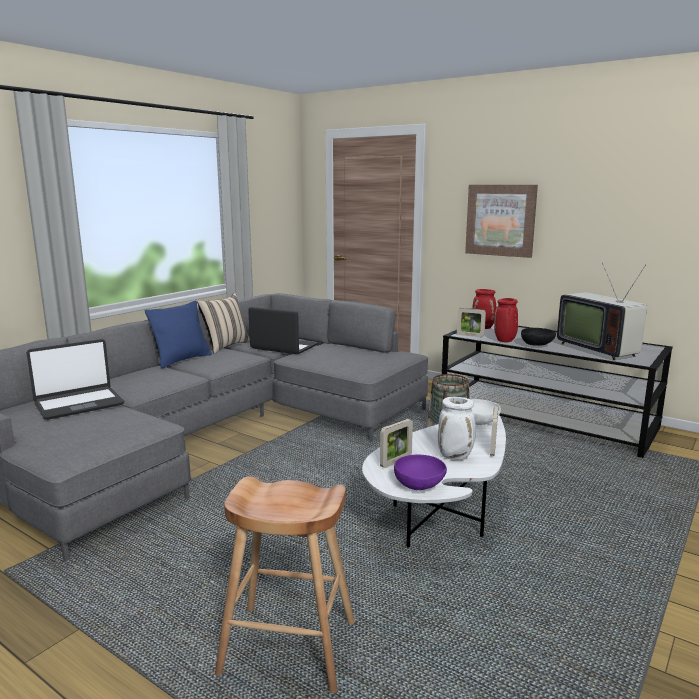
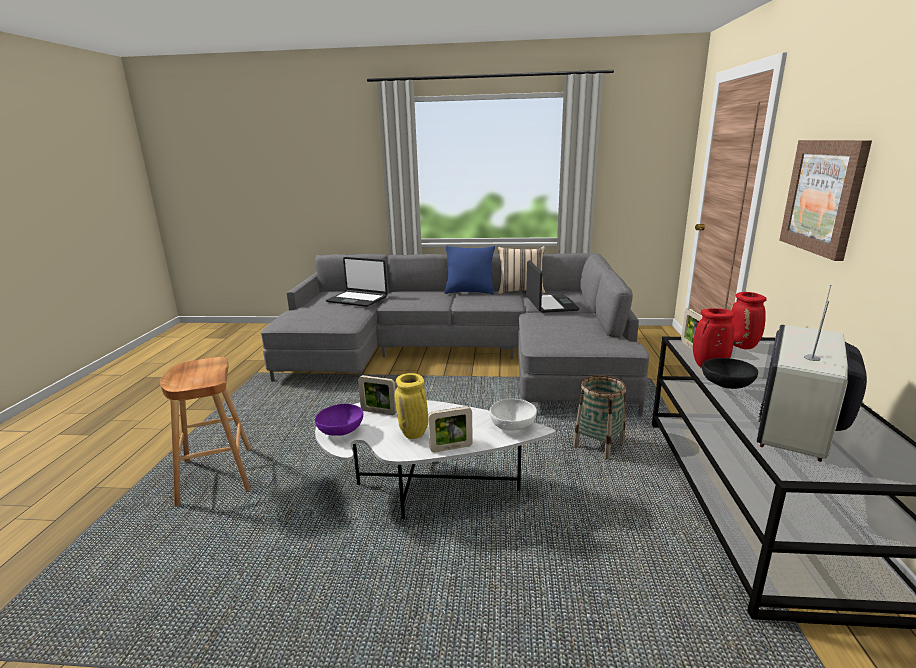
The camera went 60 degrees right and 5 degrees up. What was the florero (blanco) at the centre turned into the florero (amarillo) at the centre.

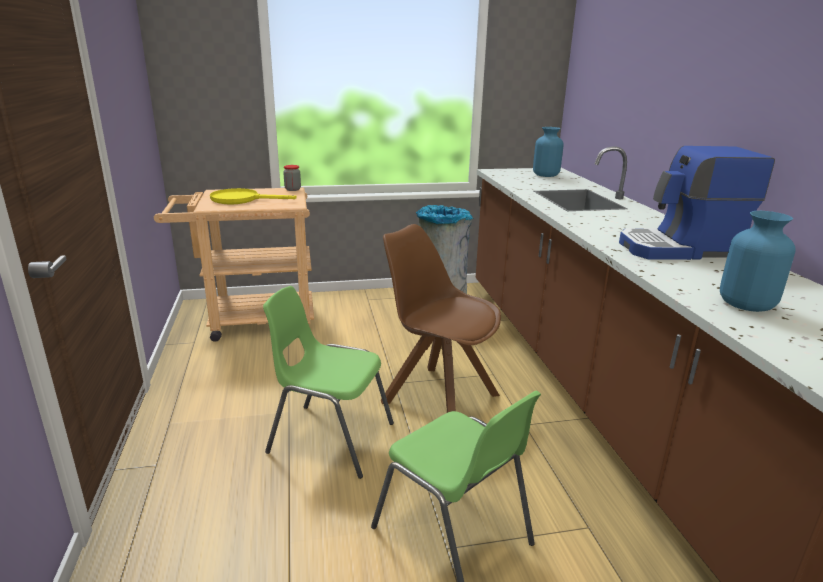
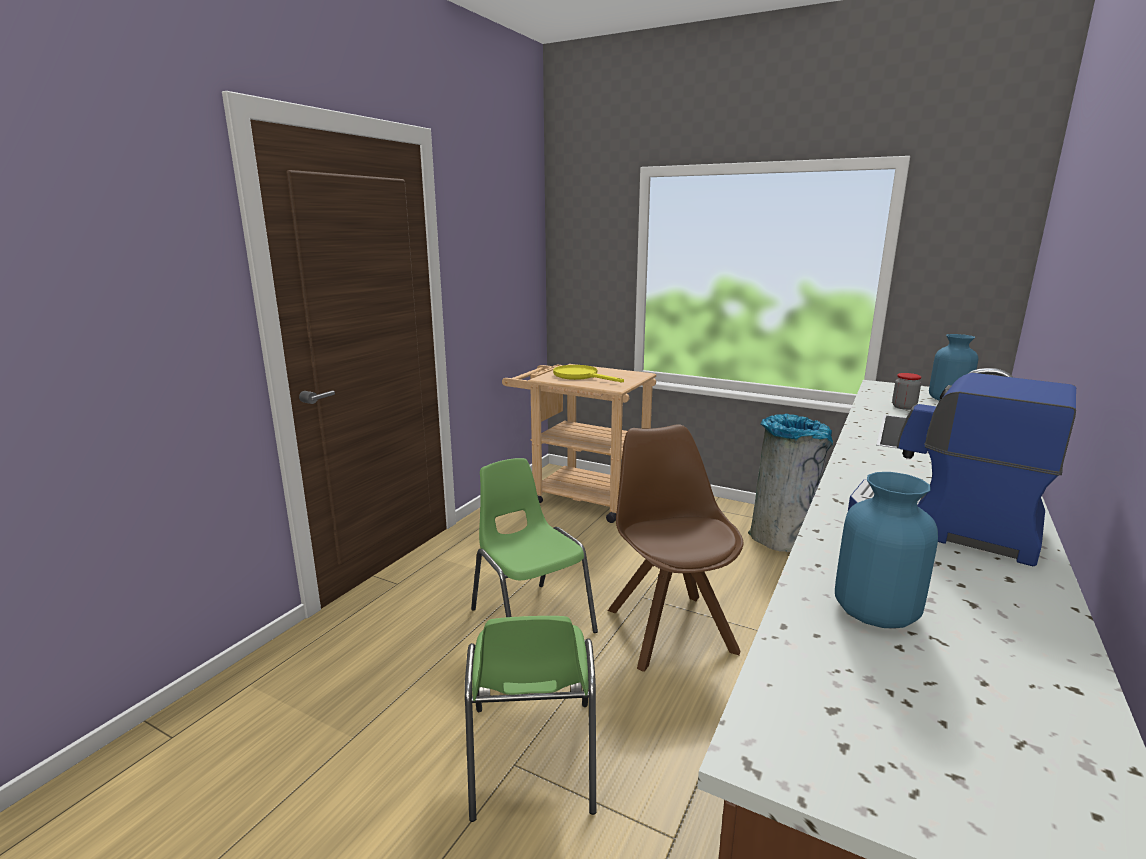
The camera went 40 degrees right and 5 degrees down. The tarro ended up elsewhere, having gone from the top centre to the middle right.

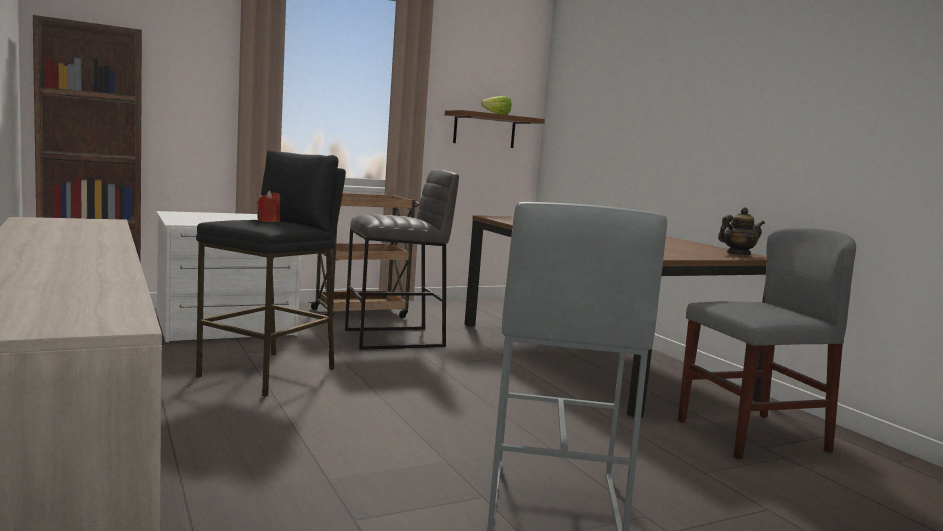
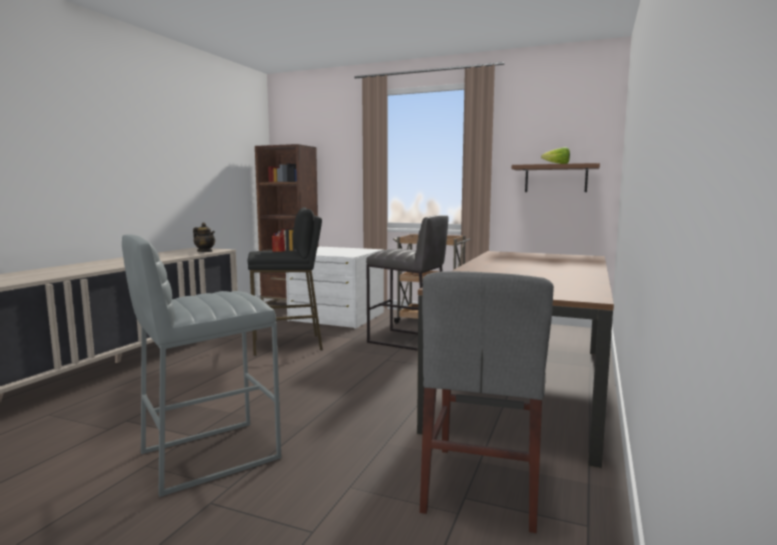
The camera went 50 degrees right and 0 degrees up. The tetera ended up elsewhere, having gone from the middle right to the middle left. The silla (gris) at the middle right ended up facing another way, 75 degrees clockwise from before.

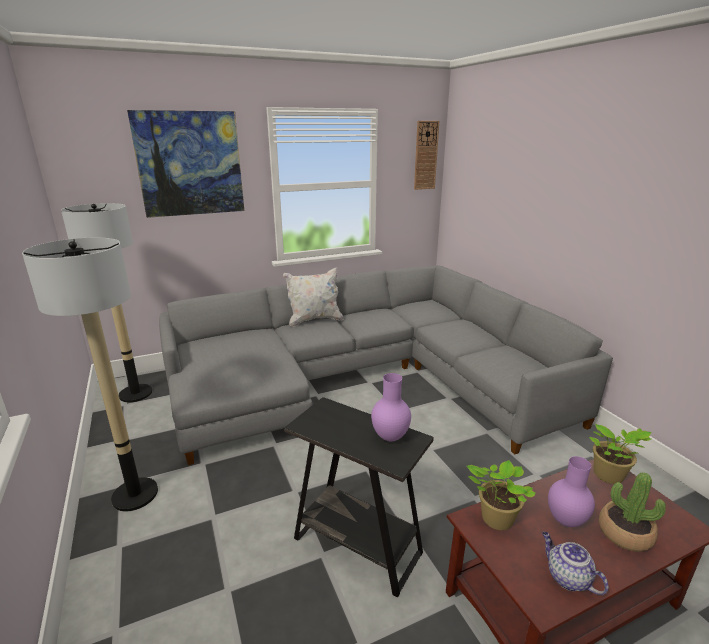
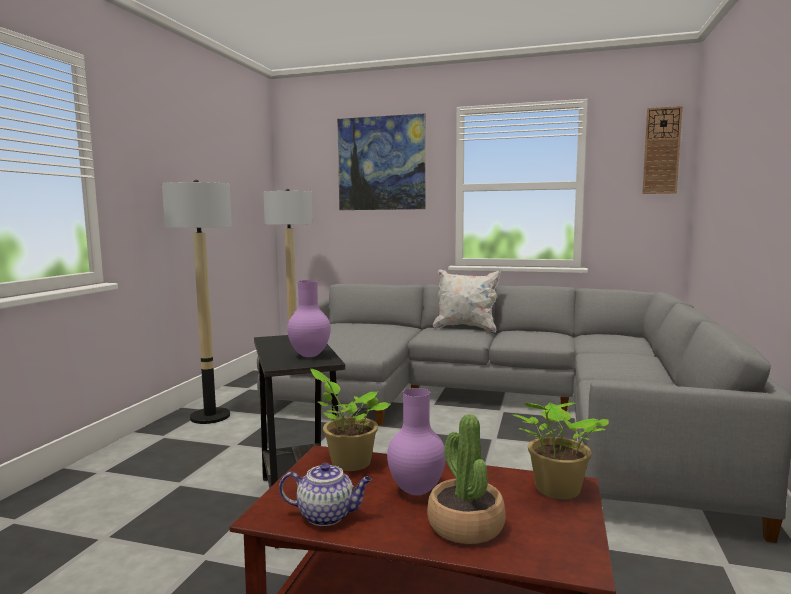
The camera went 40 degrees right and 15 degrees down. The tetera at the bottom right ended up facing another way, 90 degrees clockwise from before.

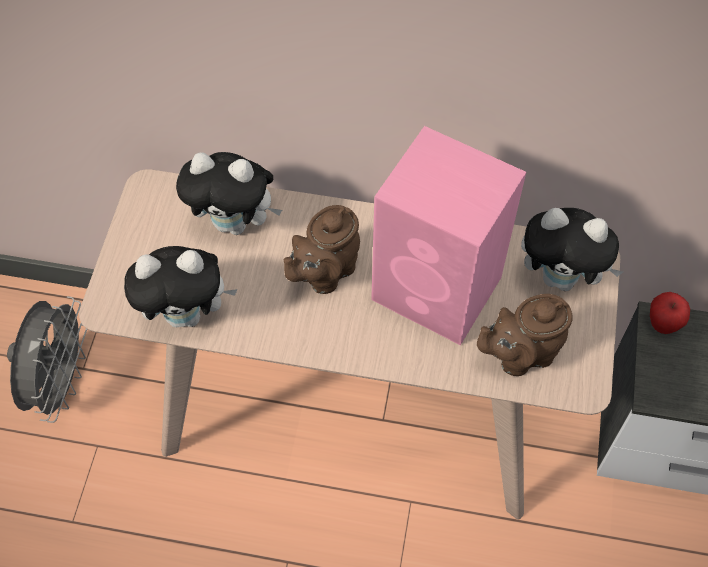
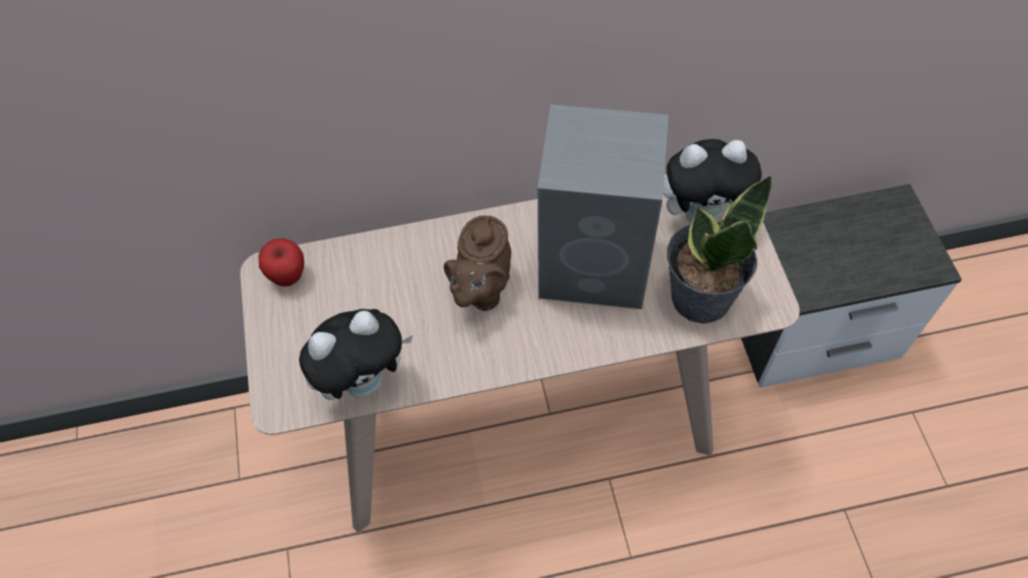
The camera went 20 degrees left and 0 degrees up. The second view lost the ventilador (gris) at the middle left. The second view lost the peluche (no. 2 from left) at the middle left. The manzana ended up elsewhere, having gone from the middle right to the middle left. Where the tetera (marrón) (no. 2 from left) stood at the middle right, the planta en maceta came to stand at the middle right. What was the altavoz (rosa) at the centre turned into the altavoz (gris) at the centre.

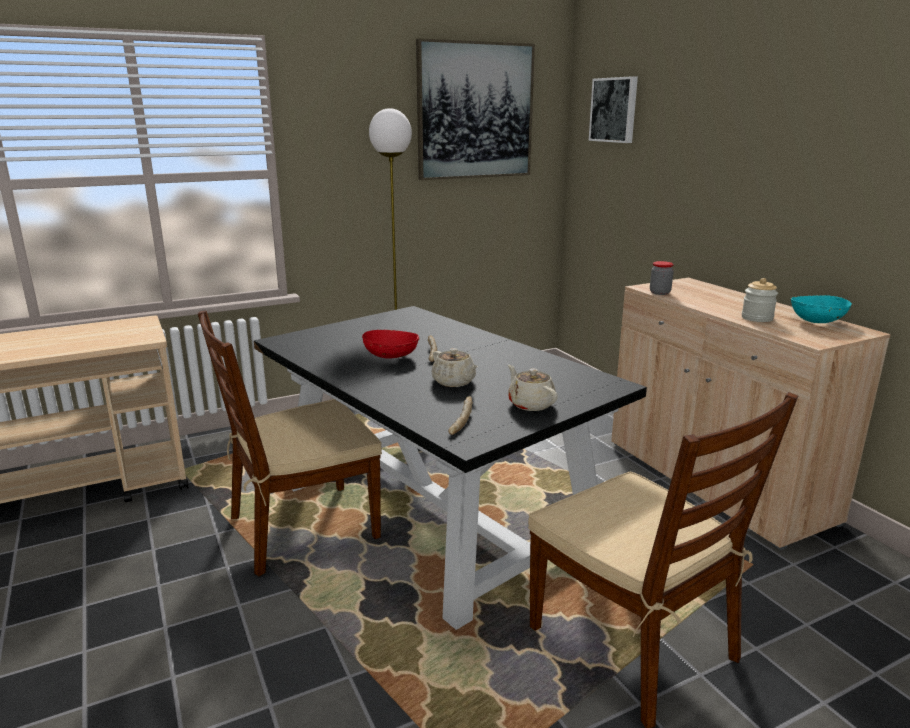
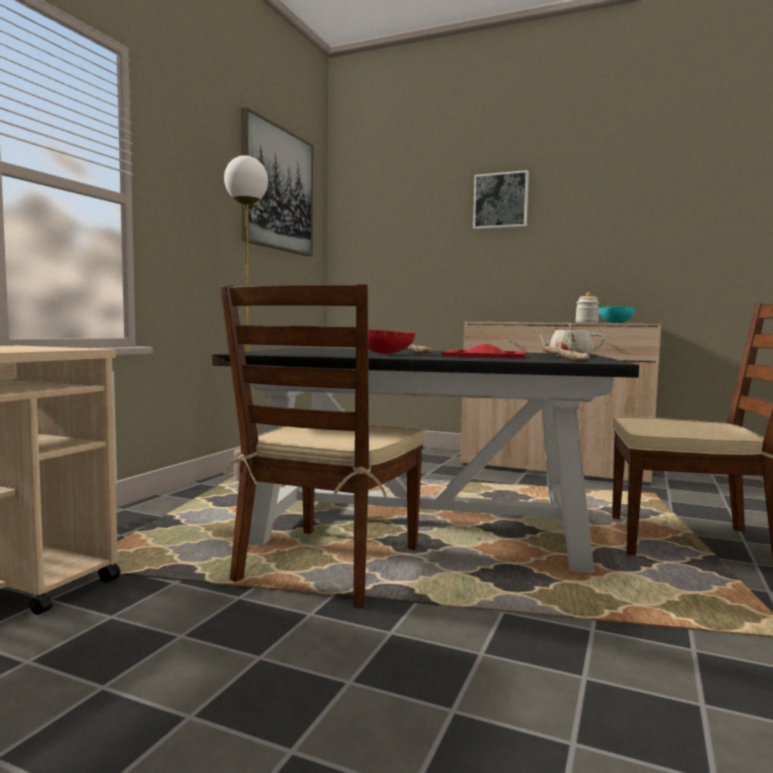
The camera went 40 degrees left and 15 degrees down. The second view lost the tarro (no. 1 from left) at the middle right. The cuadro (no. 2 from left) ended up elsewhere, having gone from the top right to the top centre. Where the tetera (beis) (no. 1 from left) stood at the centre, the bandeja (rojo) came to stand at the centre.

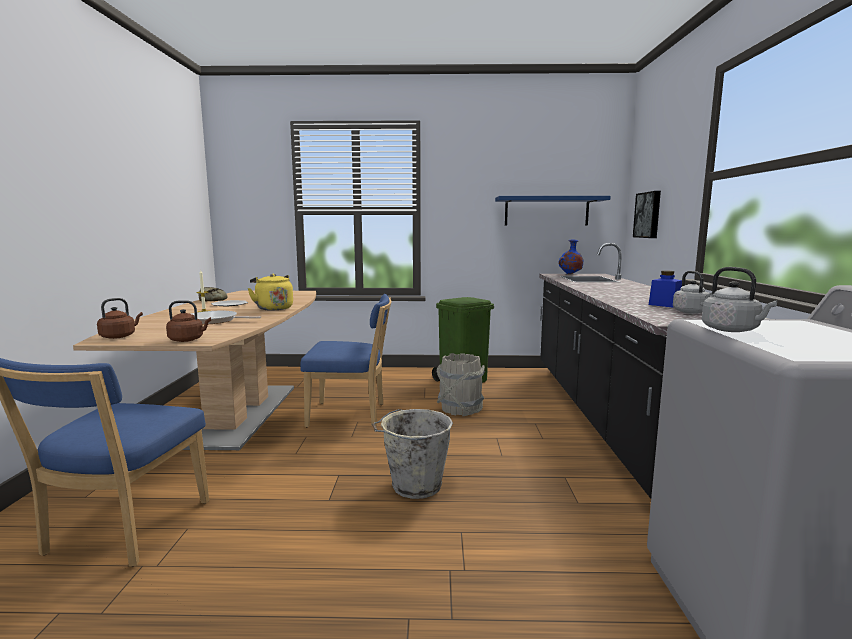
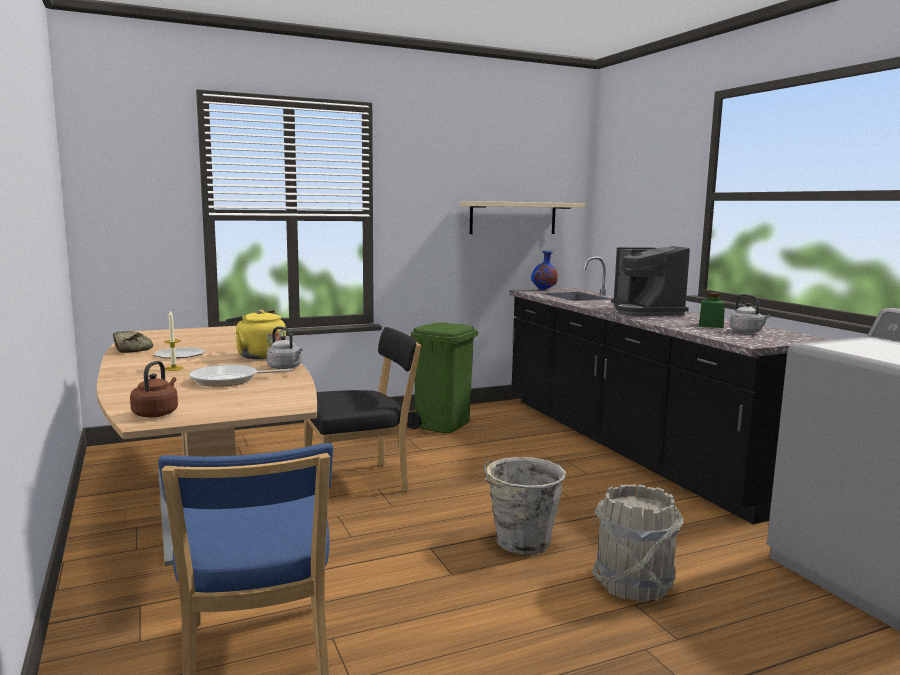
The camera went 25 degrees left and 0 degrees up. The second view lost the hervidor (marrón) (no. 2 from left) at the middle left. The second view lost the cuadro at the middle right. The second view gained the cafetera at the middle right. The cubo (gris) (no. 2 from left) ended up elsewhere, having gone from the centre to the bottom right. The hervidor (gris) (no. 2 from left in the first image) ended up elsewhere, having gone from the middle right to the middle left. What was the silla (azul) (no. 2 from left) at the centre turned into the silla (negro) at the centre. What was the estante (azul) at the top centre turned into the estante (beis) at the top centre. What was the tarro (azul) at the middle right turned into the tarro (verde) at the middle right.

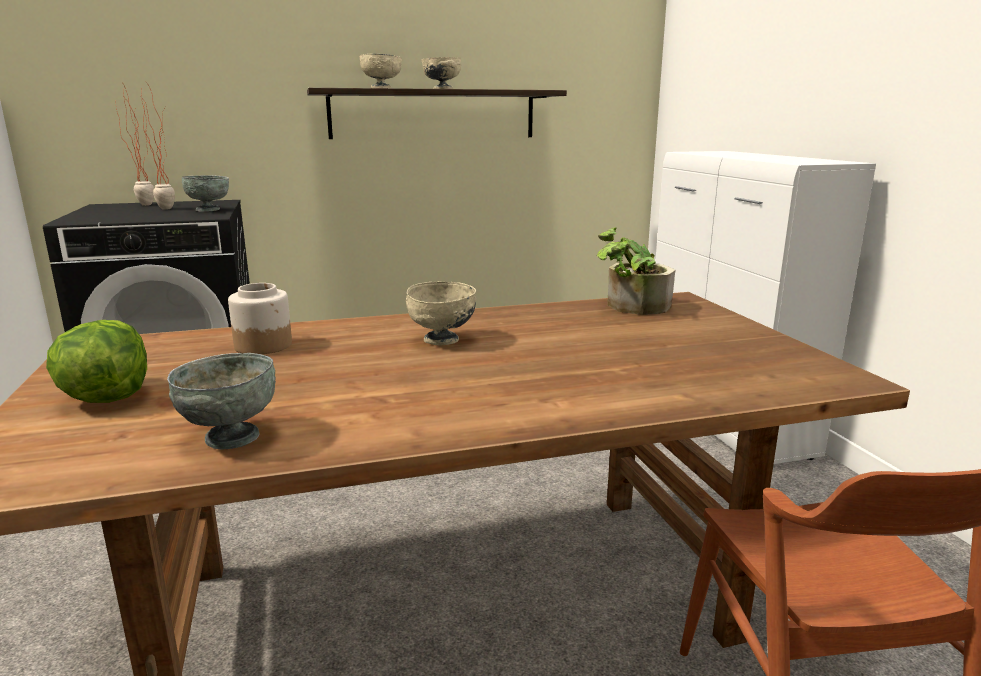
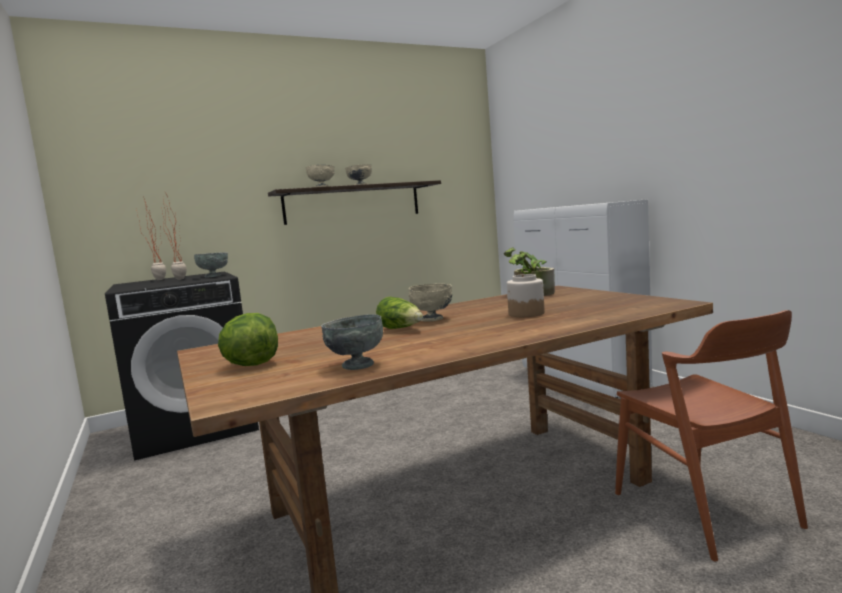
The camera went 10 degrees left and 10 degrees down. The second view gained the lechuga (no. 2 from left) at the centre. The tarro ended up elsewhere, having gone from the middle left to the centre.

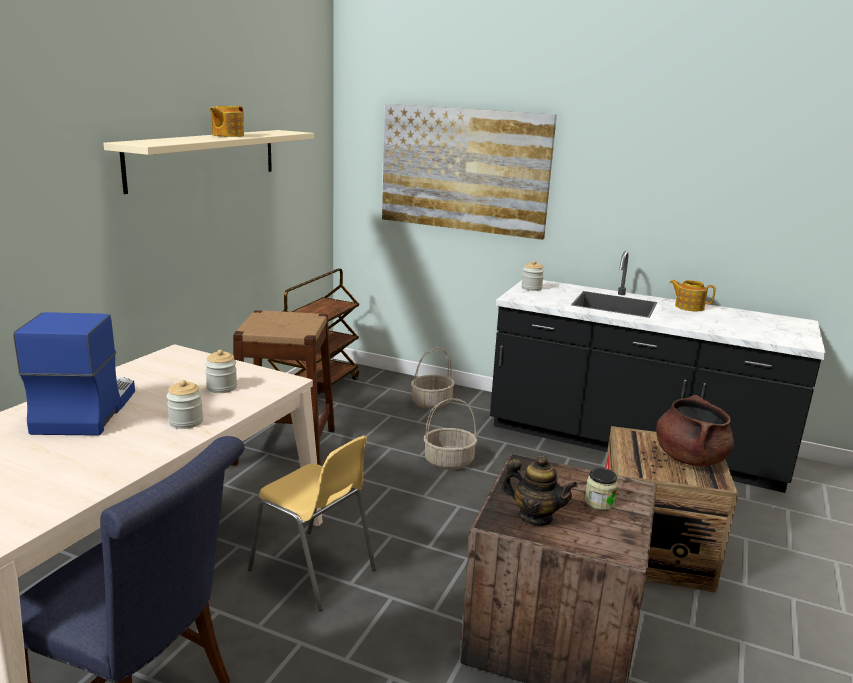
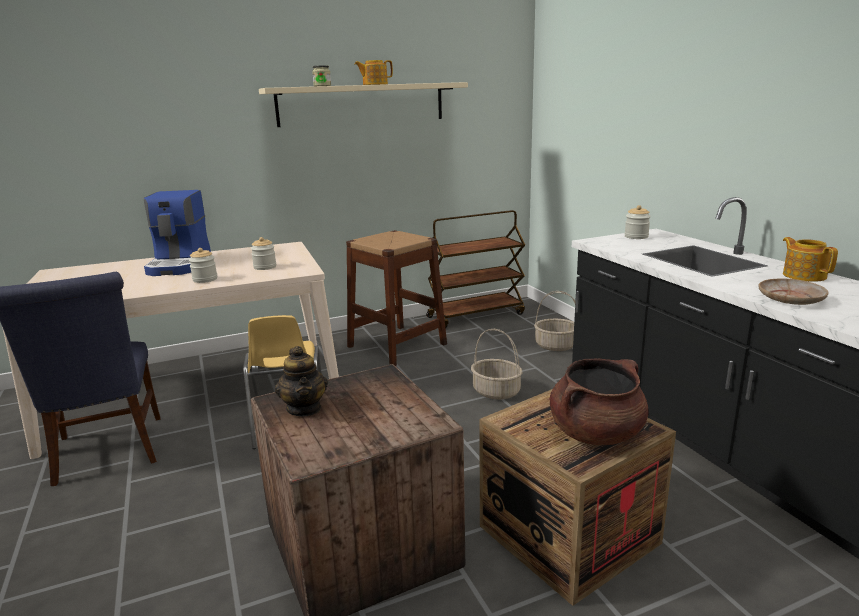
The camera went 45 degrees right and 0 degrees up. The second view lost the cuadro at the top centre. The second view gained the plato (beis) at the middle right. The tarro (no. 4 from left in the first image) ended up elsewhere, having gone from the bottom right to the top centre. The cafetera at the middle left ended up facing another way, 135 degrees clockwise from before.

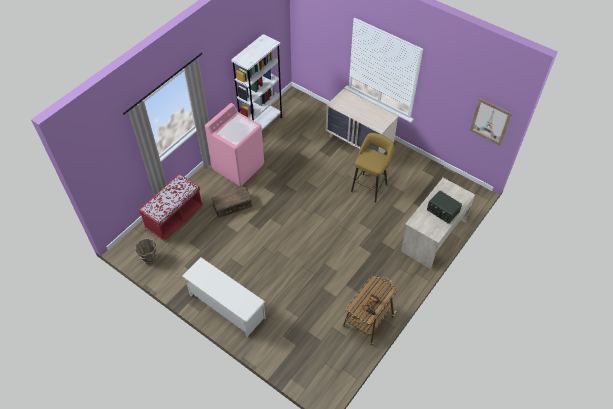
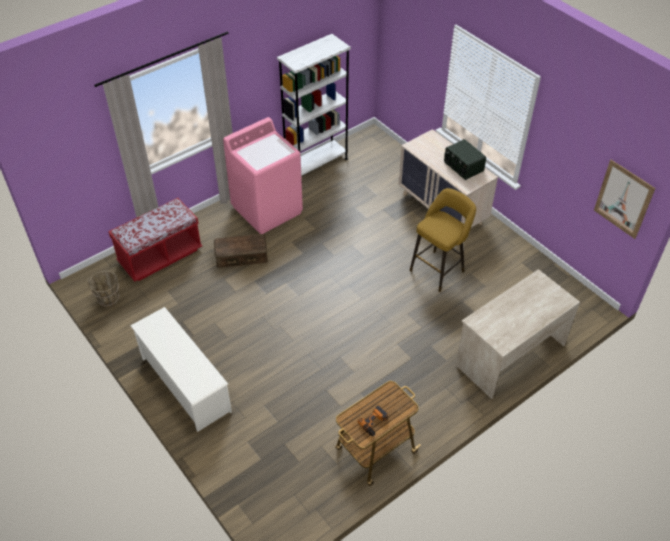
The camera went 15 degrees right and 5 degrees down. The radio ended up elsewhere, having gone from the middle right to the top right.

